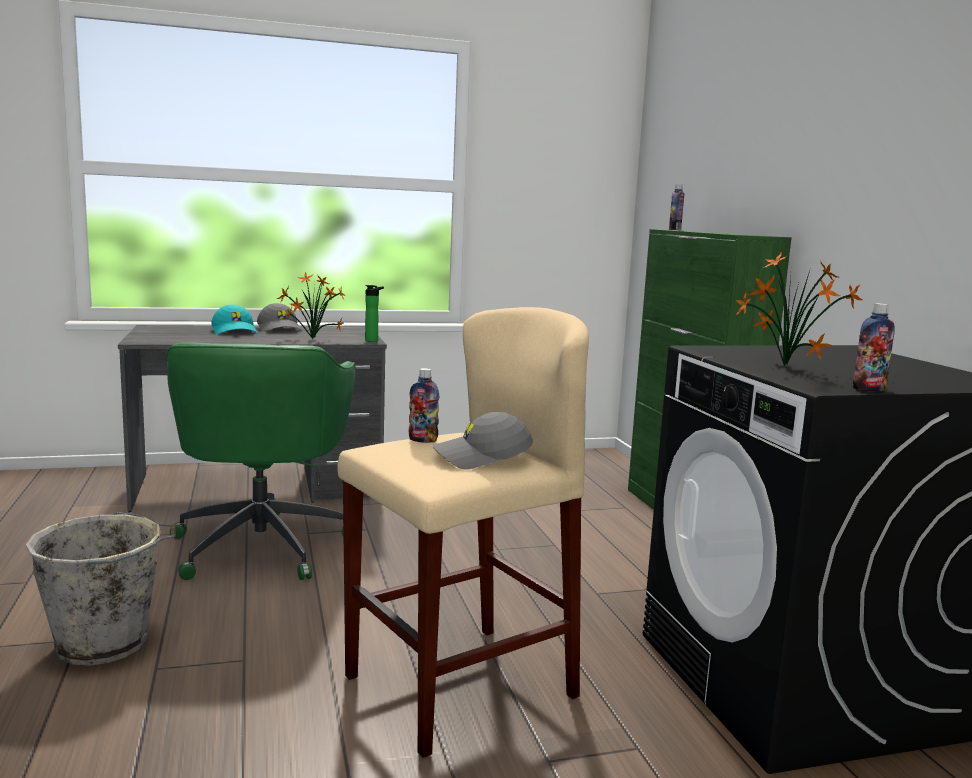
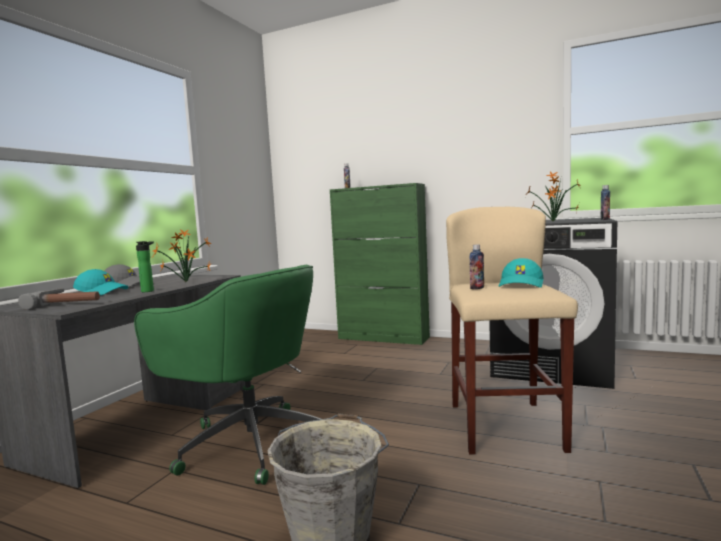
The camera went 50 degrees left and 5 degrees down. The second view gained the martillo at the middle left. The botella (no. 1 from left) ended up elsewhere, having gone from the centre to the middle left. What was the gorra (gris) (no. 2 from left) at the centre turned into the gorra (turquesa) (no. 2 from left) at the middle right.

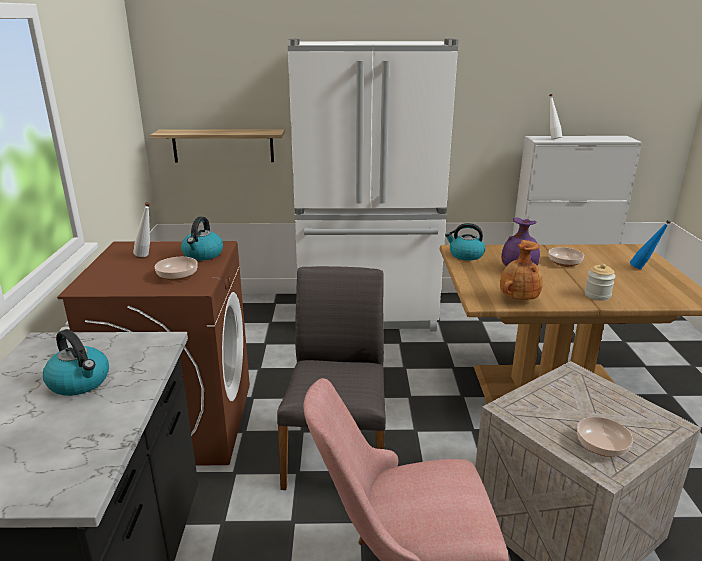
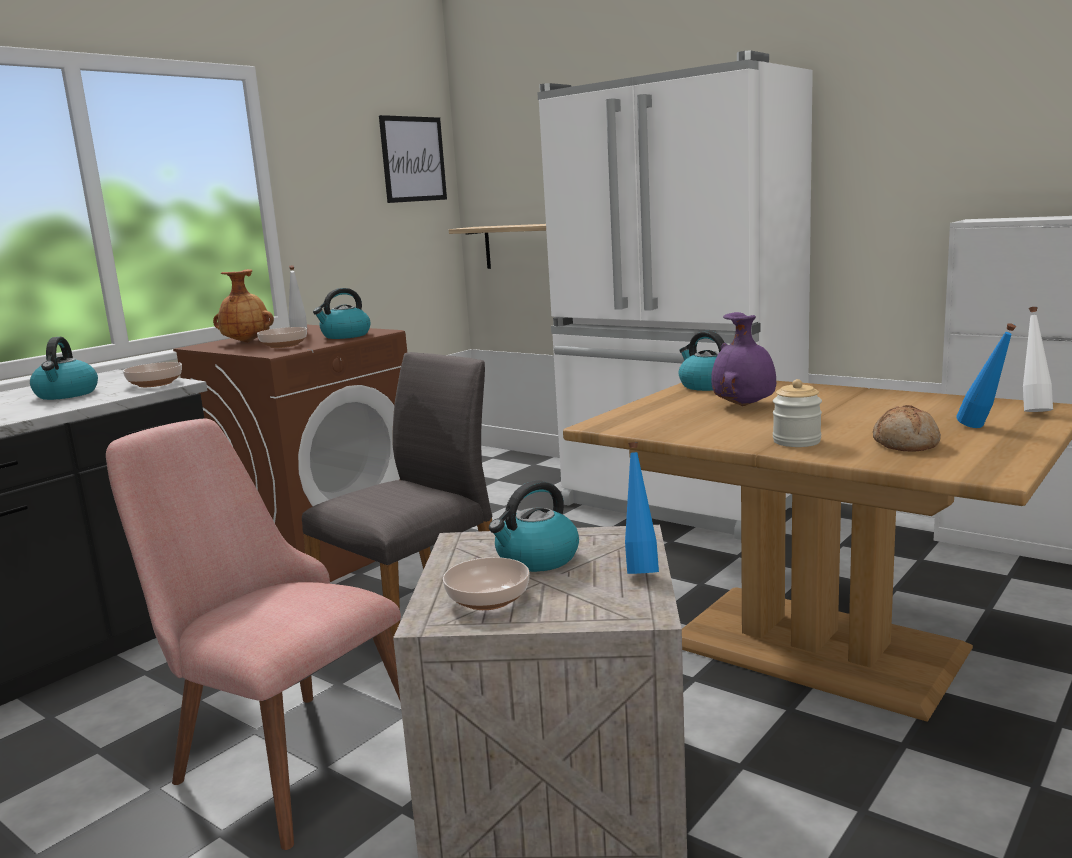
The camera went 40 degrees right and 10 degrees down. The second view gained the cuadro at the top centre. The second view gained the hervidor (no. 3 from left) at the centre. The second view gained the botella (azul) (no. 1 from left) at the centre. The second view gained the pan at the middle right. The florero (marrón) ended up elsewhere, having gone from the middle right to the middle left. The cuenco (no. 2 from left in the first image) ended up elsewhere, having gone from the middle right to the middle left. The botella (blanco) (no. 2 from left) ended up elsewhere, having gone from the top right to the middle right.

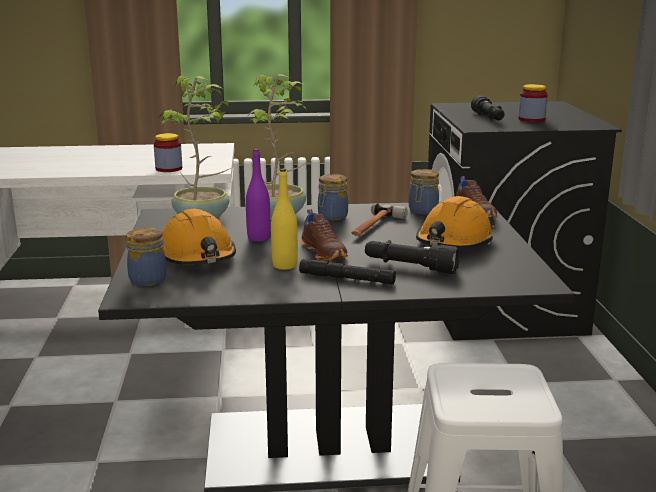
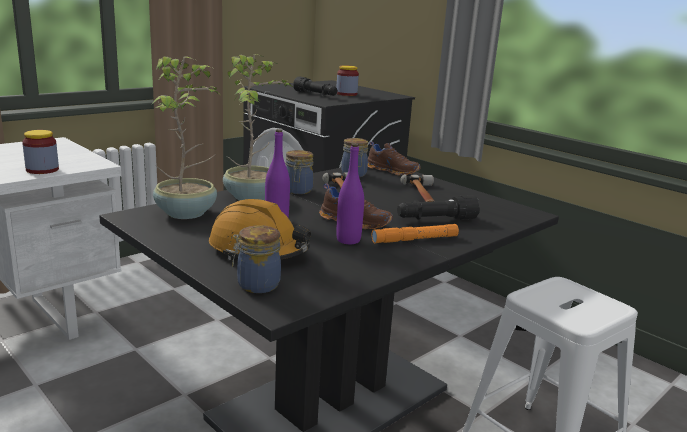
The camera went 40 degrees left and 0 degrees up. Where the casco (naranja) (no. 2 from left) stood at the middle right, the martillo (no. 2 from left) came to stand at the centre. What was the botella (amarillo) at the centre turned into the botella (morado) (no. 2 from left) at the centre. What was the linterna (negro) (no. 1 from left) at the centre turned into the linterna (naranja) at the centre.

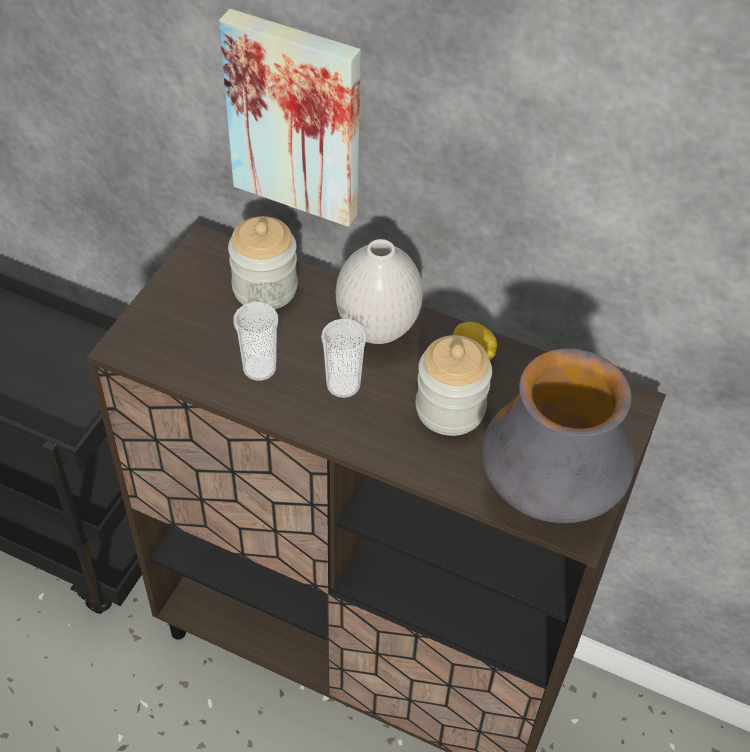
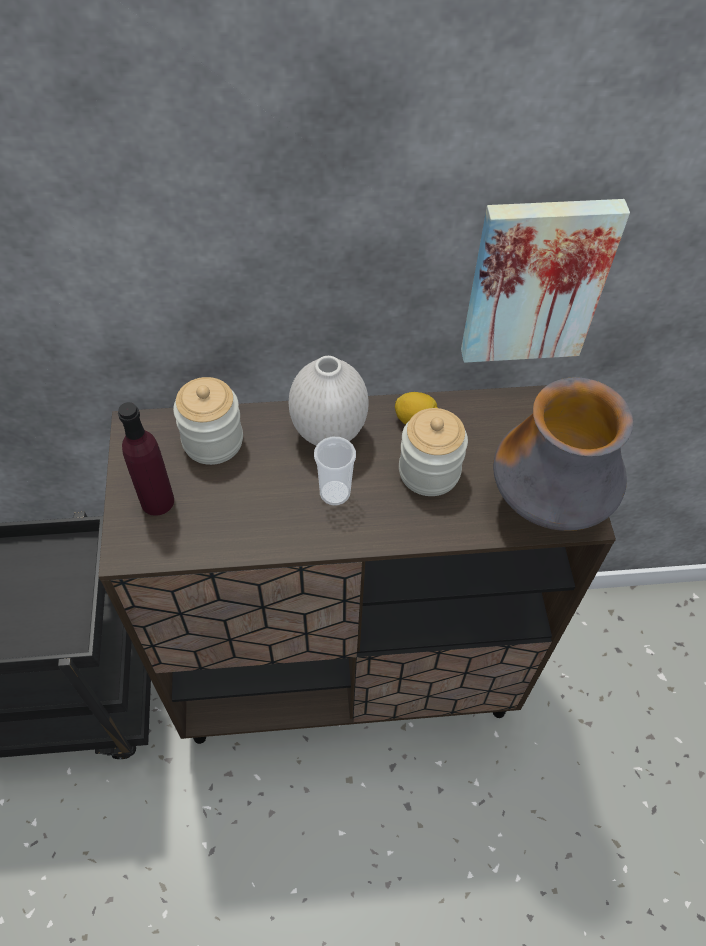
The camera went 30 degrees left and 5 degrees up. The second view lost the taza (no. 1 from left) at the centre. The second view gained the botella (morado) at the middle left. The cuadro ended up elsewhere, having gone from the top centre to the top right.

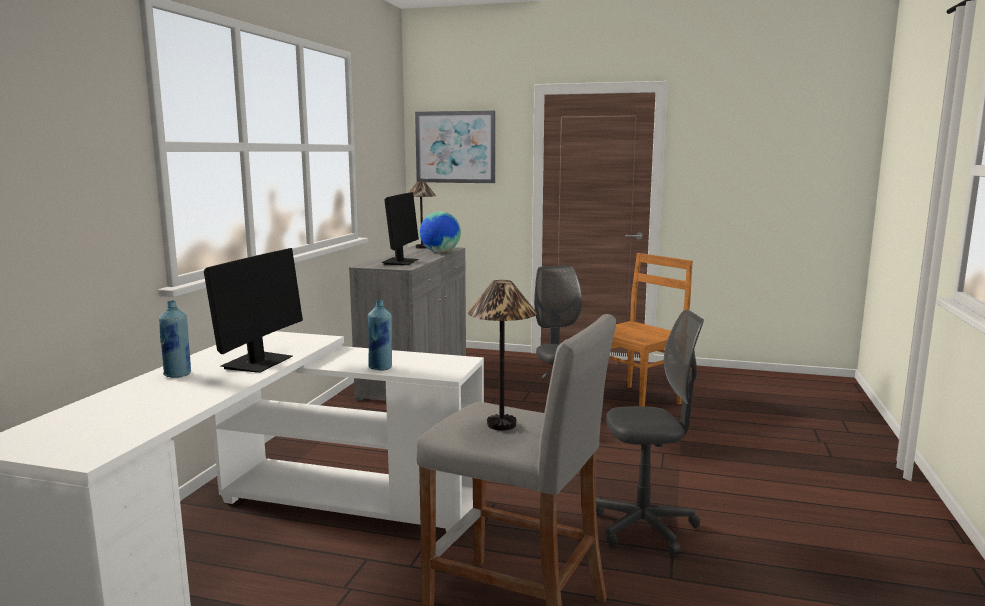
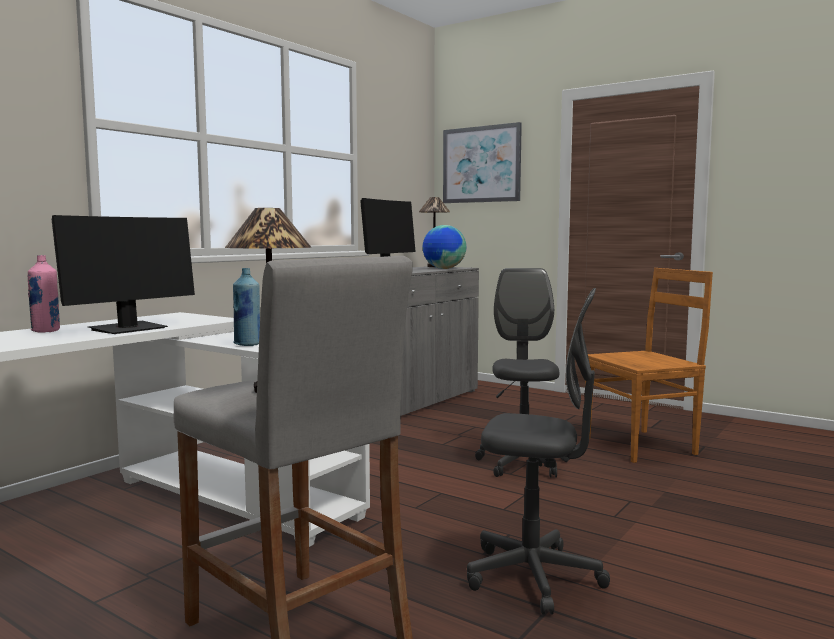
The camera went 20 degrees right and 5 degrees down. What was the botella (azul) (no. 1 from left) at the middle left turned into the botella (rosa) at the middle left.

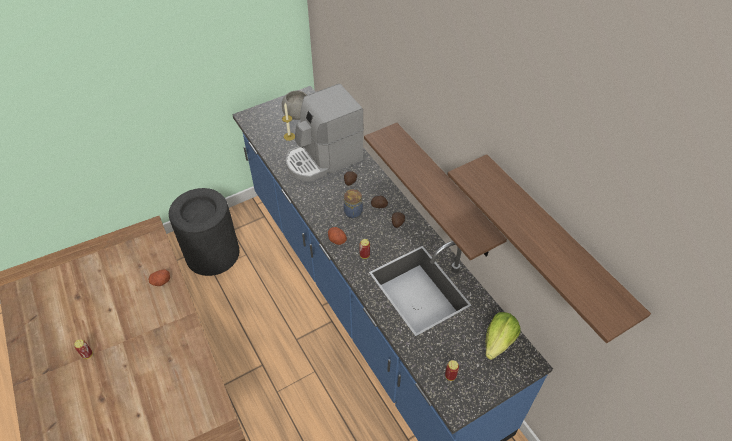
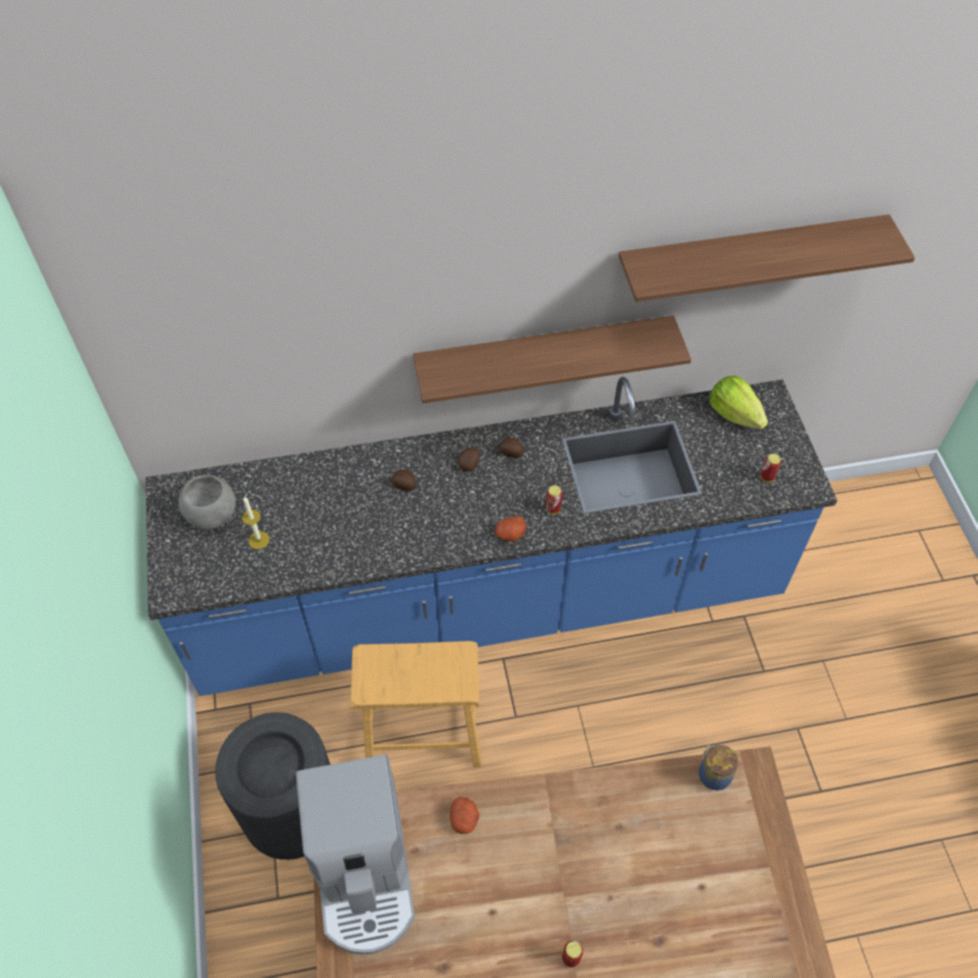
The camera went 70 degrees left and 5 degrees up. The second view gained the taburete (marrón) at the bottom centre. The cafetera ended up elsewhere, having gone from the top centre to the bottom centre. The tarro ended up elsewhere, having gone from the centre to the bottom right.

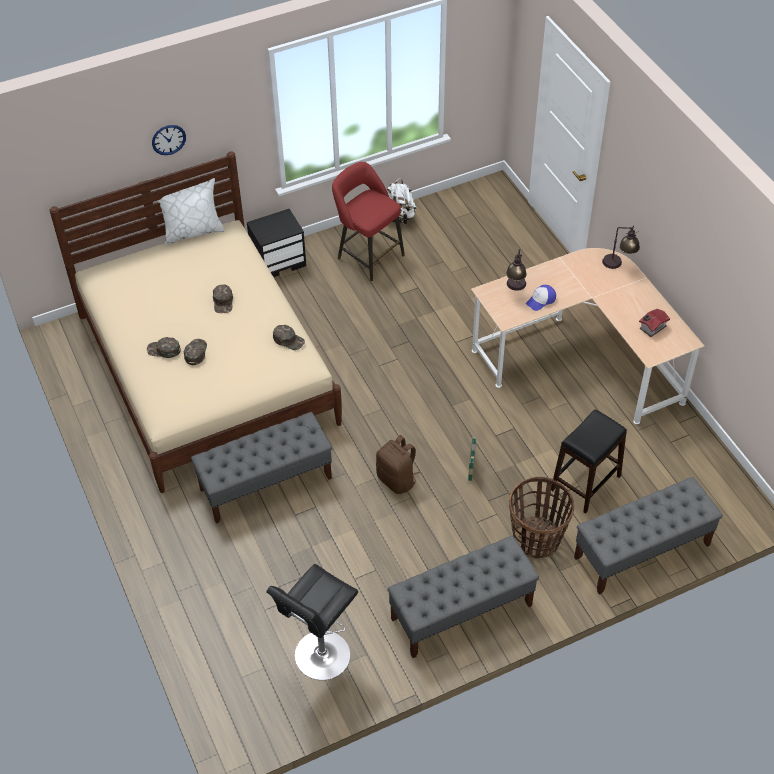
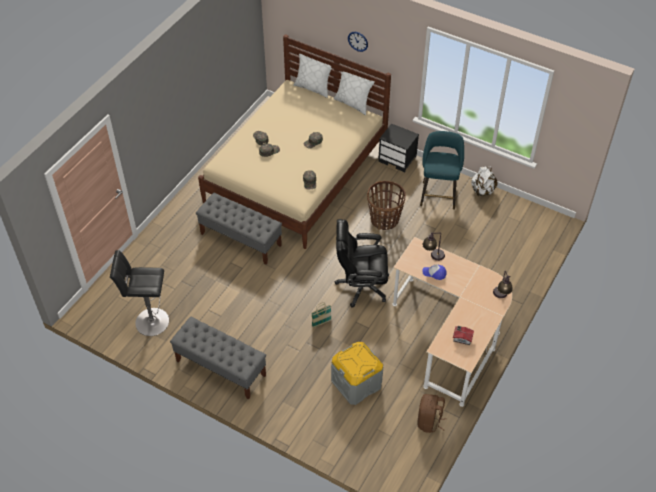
The camera went 55 degrees right and 0 degrees up. The second view lost the banco (gris) (no. 3 from left) at the bottom right. The second view gained the cojín (blanco) (no. 1 from left) at the top centre. The second view gained the silla de oficina (negro) at the centre. The mochila (marrón) ended up elsewhere, having gone from the centre to the bottom centre. The cesta (no. 2 from left) ended up elsewhere, having gone from the bottom right to the centre. Where the taburete (negro) (no. 2 from left) stood at the middle right, the caja de almacenaje (gris) came to stand at the bottom centre. What was the taburete (rojo) at the top centre turned into the taburete (turquesa) at the middle right.

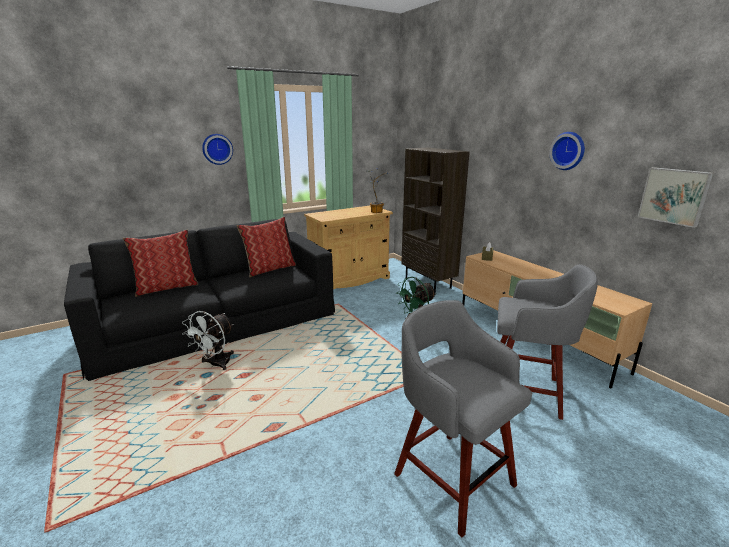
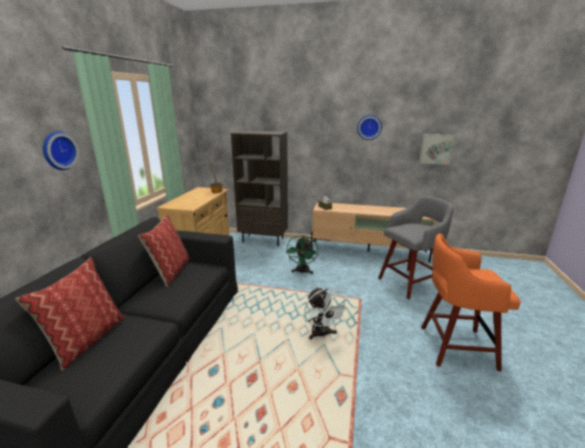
The camera went 45 degrees left and 0 degrees up. The ventilador (blanco) ended up elsewhere, having gone from the middle left to the bottom centre. What was the taburete (gris) (no. 1 from left) at the bottom centre turned into the taburete (naranja) at the bottom right.

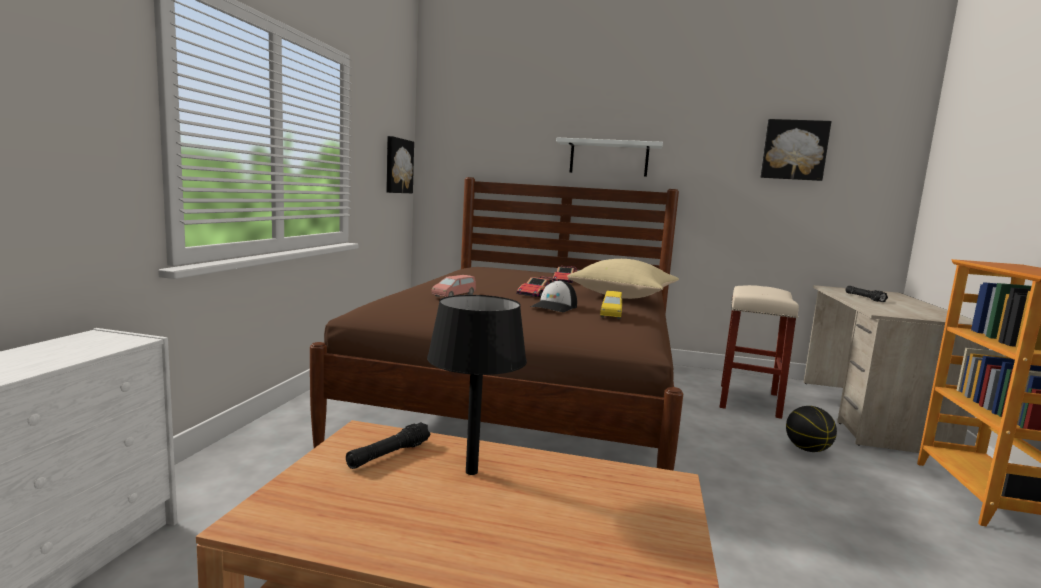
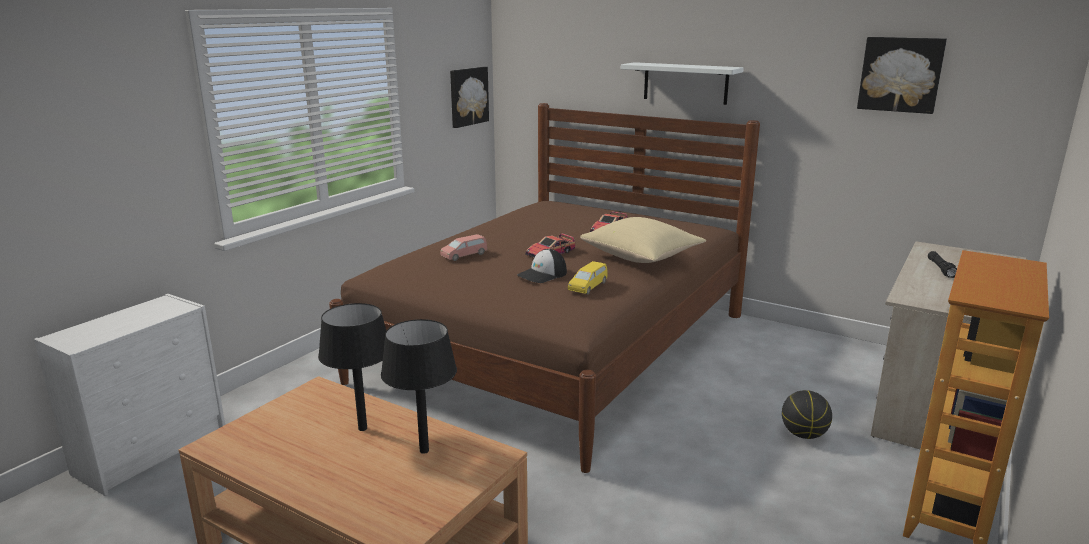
The camera went 20 degrees right and 10 degrees up. The second view lost the linterna (negro) (no. 1 from left) at the bottom centre. The second view lost the taburete (beis) at the middle right. The second view gained the lámpara de mesa (negro) (no. 2 from left) at the bottom centre.

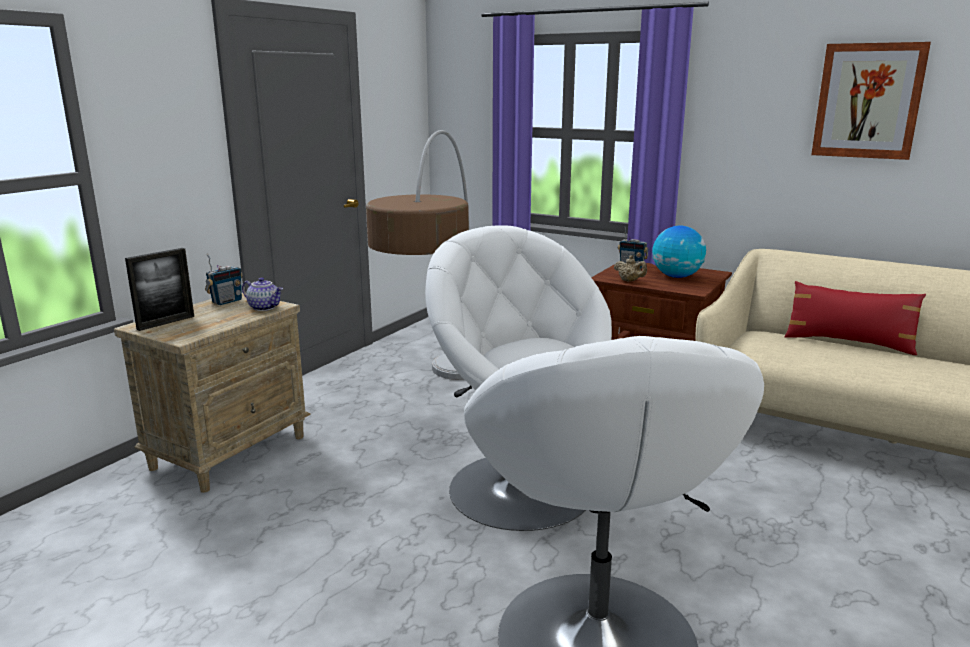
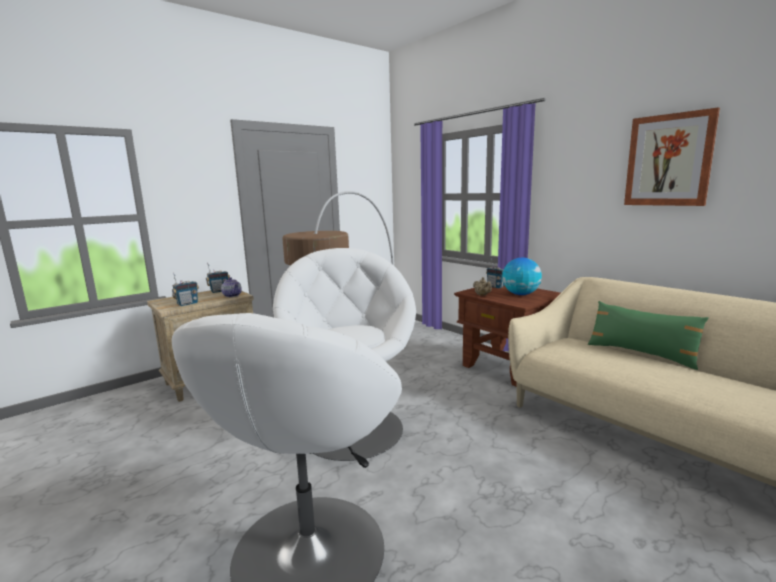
The camera went 20 degrees right and 5 degrees down. The second view lost the portarretratos at the middle left. The second view gained the radio (no. 1 from left) at the middle left. What was the cojín (rojo) at the middle right turned into the cojín (verde) at the middle right.

